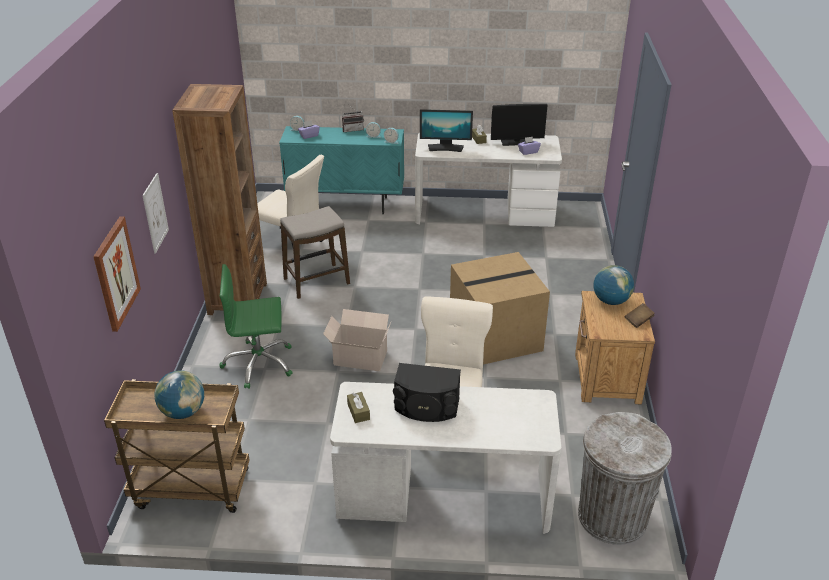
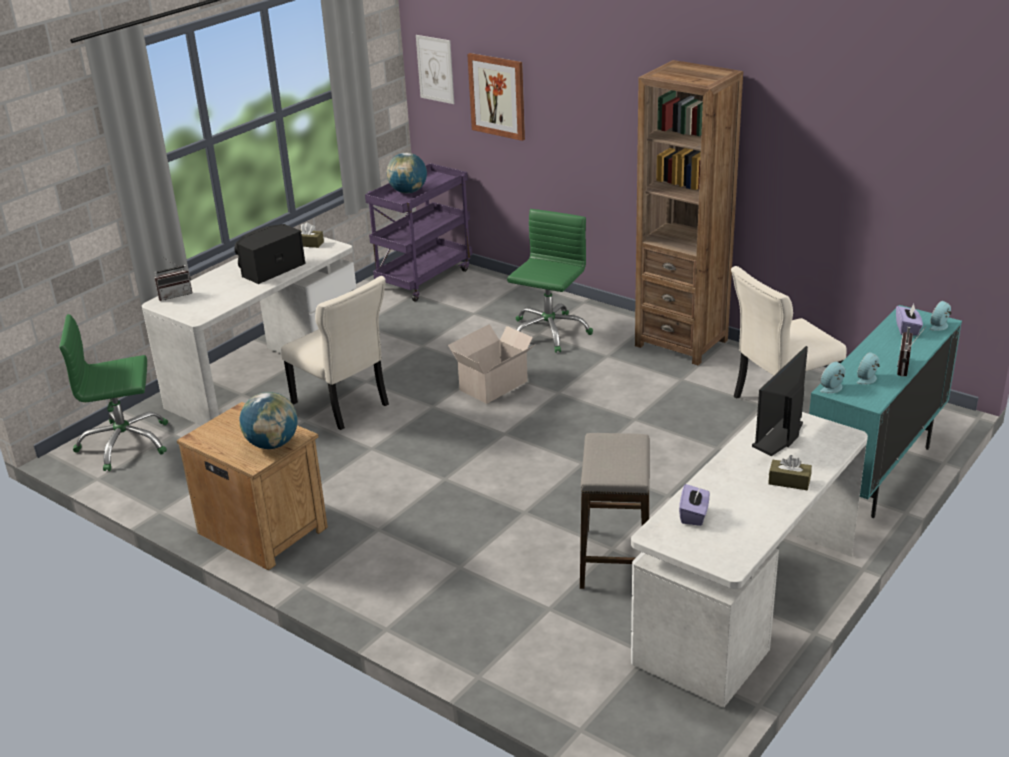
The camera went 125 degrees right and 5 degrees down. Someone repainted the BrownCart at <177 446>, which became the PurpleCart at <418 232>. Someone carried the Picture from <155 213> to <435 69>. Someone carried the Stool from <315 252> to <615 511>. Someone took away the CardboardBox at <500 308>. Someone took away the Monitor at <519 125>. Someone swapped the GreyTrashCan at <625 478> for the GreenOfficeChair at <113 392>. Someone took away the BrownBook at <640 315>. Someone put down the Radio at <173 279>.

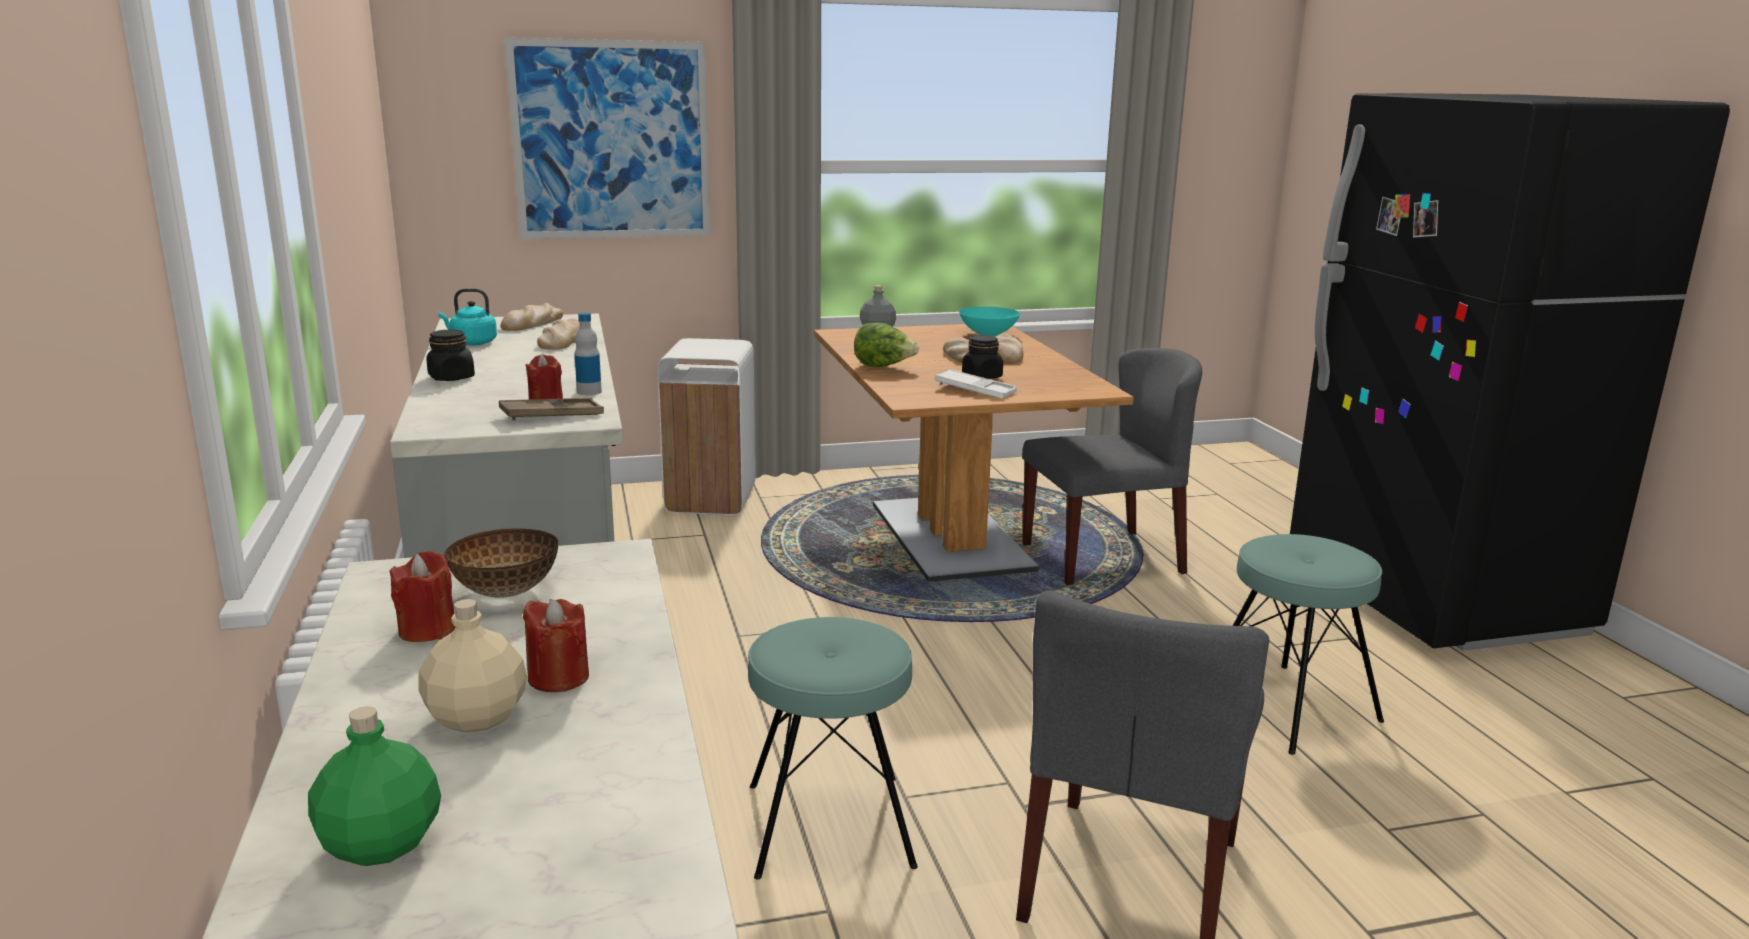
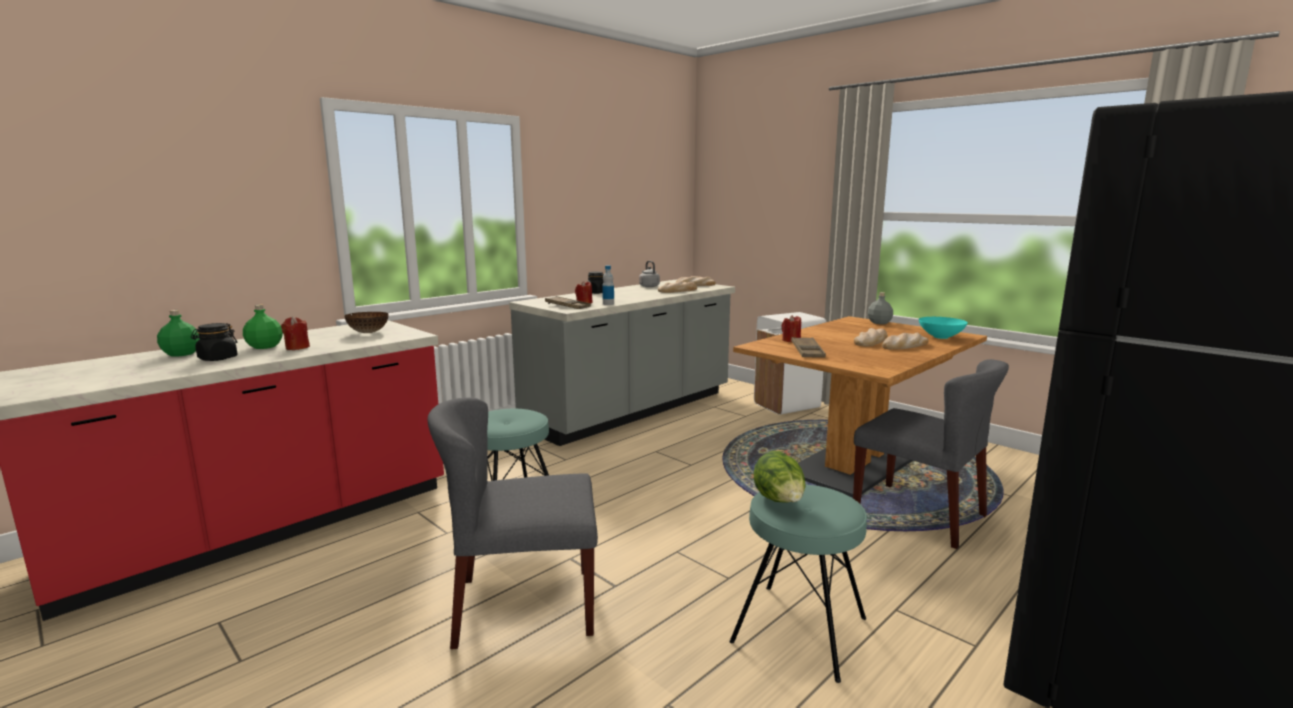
The camera went 60 degrees right and 5 degrees down. Someone carried the RedCandle from <423 596> to <791 328>. Someone repainted the BeigeBottle at <472 666>, which became the GreenBottle at <263 326>. Someone repainted the TurquoiseKettle at <467 316>, which became the GreyKettle at <649 274>. Someone took away the Picture at <607 138>. Someone carried the Lettuce from <886 345> to <779 477>. Someone repainted the WhiteTray at <976 384>, which became the BrownTray at <808 347>. Someone carried the BlackJar from <982 357> to <214 342>.

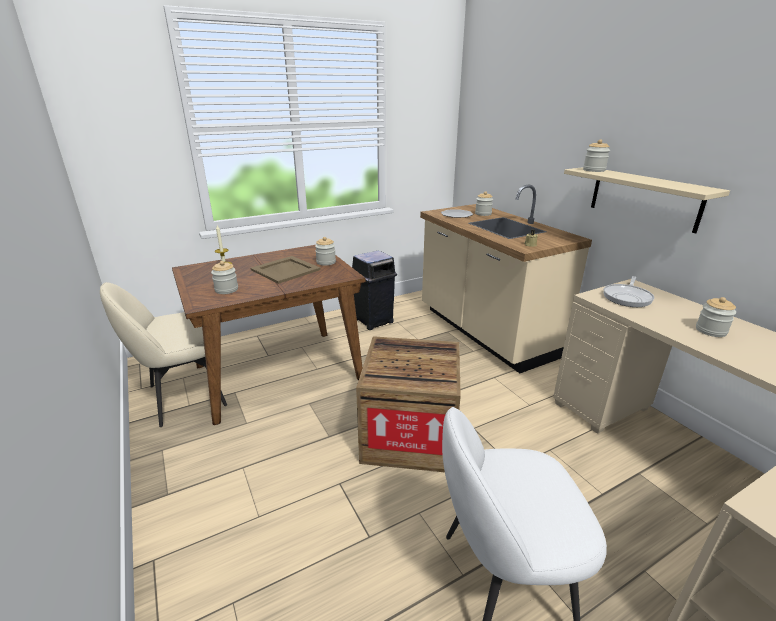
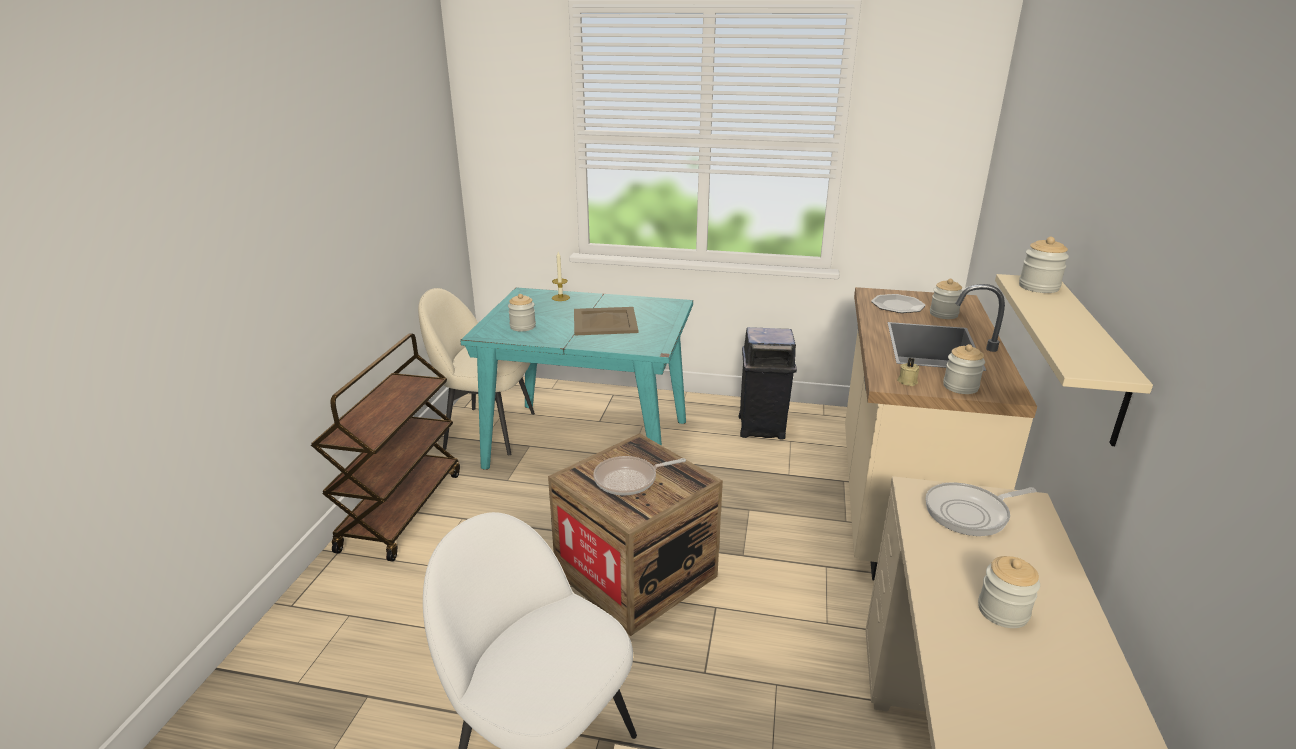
The camera went 40 degrees right and 0 degrees up. Someone repainted the BrownDiningTable at <269 335>, which became the TurquoiseDiningTable at <576 378>. Someone carried the Jar from <325 251> to <964 369>. Someone put down the BrownCart at <385 447>. Someone put down the FryingPan at <640 476>.

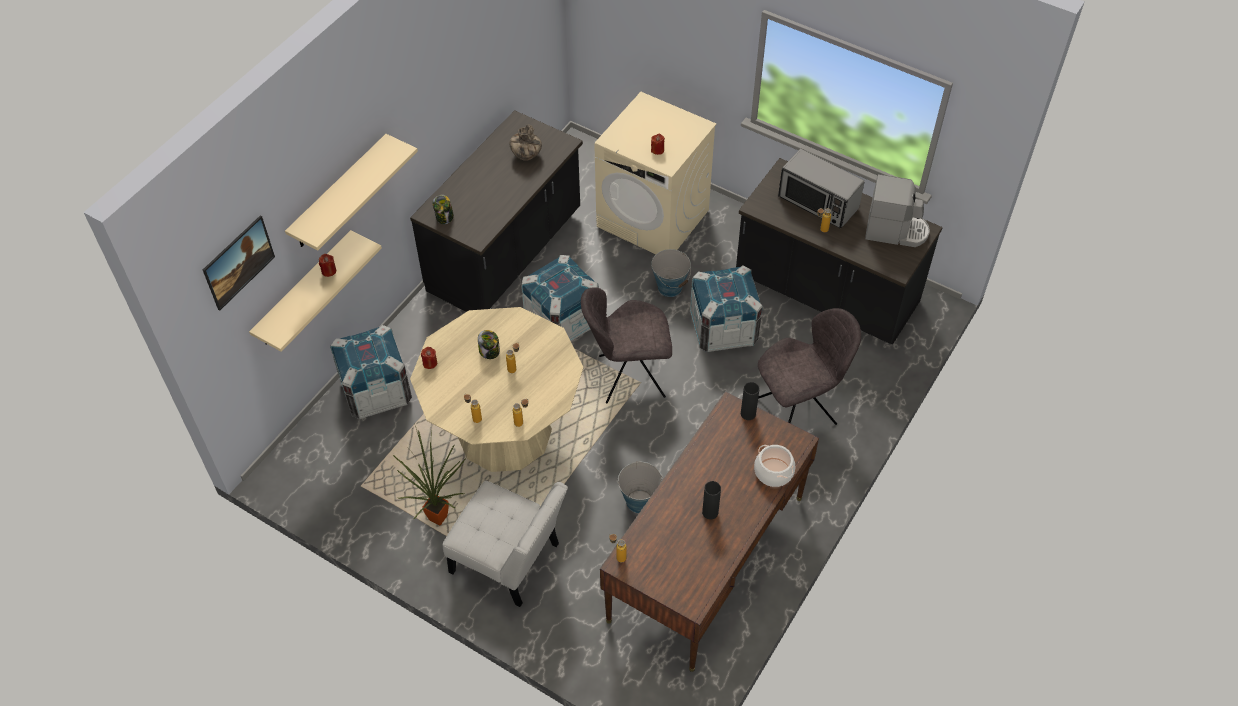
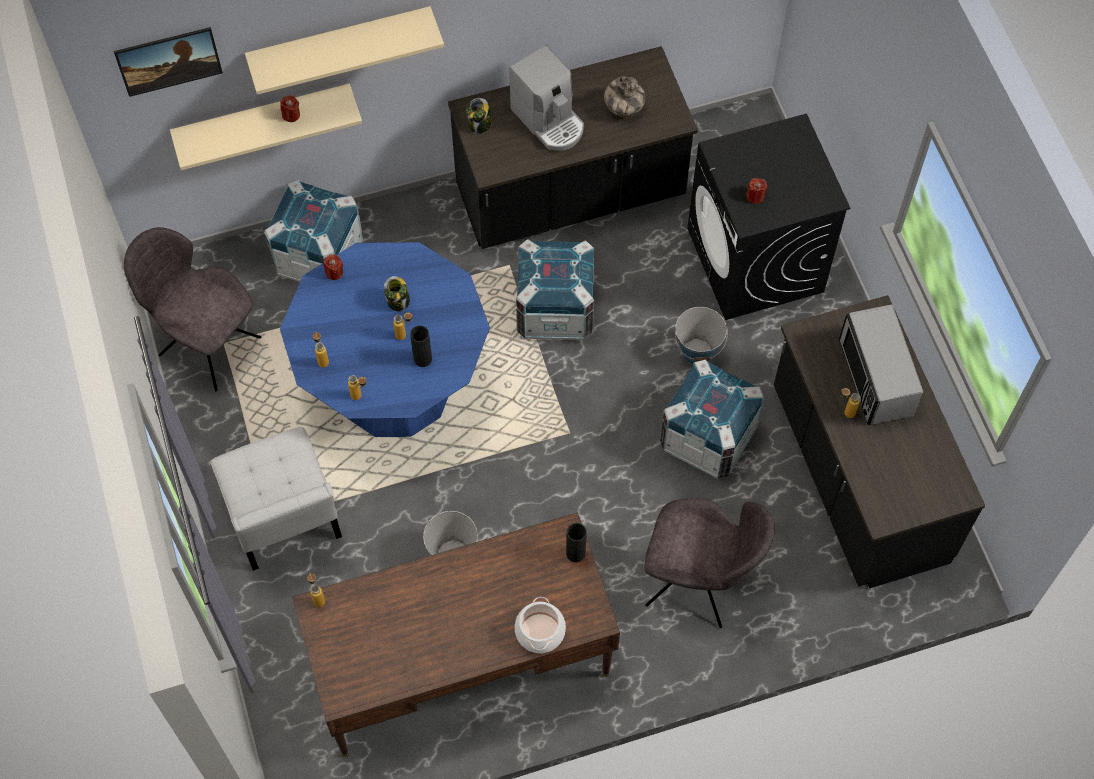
The camera went 40 degrees right and 10 degrees up. Someone took away the PottedPlant at <429 475>. Someone repainted the BeigeDiningTable at <496 389>, which became the BlueDiningTable at <385 339>. Someone carried the GreyChair from <626 345> to <192 309>. Someone repainted the BeigeWashingMachine at <655 173>, which became the BlackWashingMachine at <768 216>. Someone carried the BlackVase from <711 500> to <421 346>. Someone carried the CoffeeMachine from <897 210> to <546 98>.

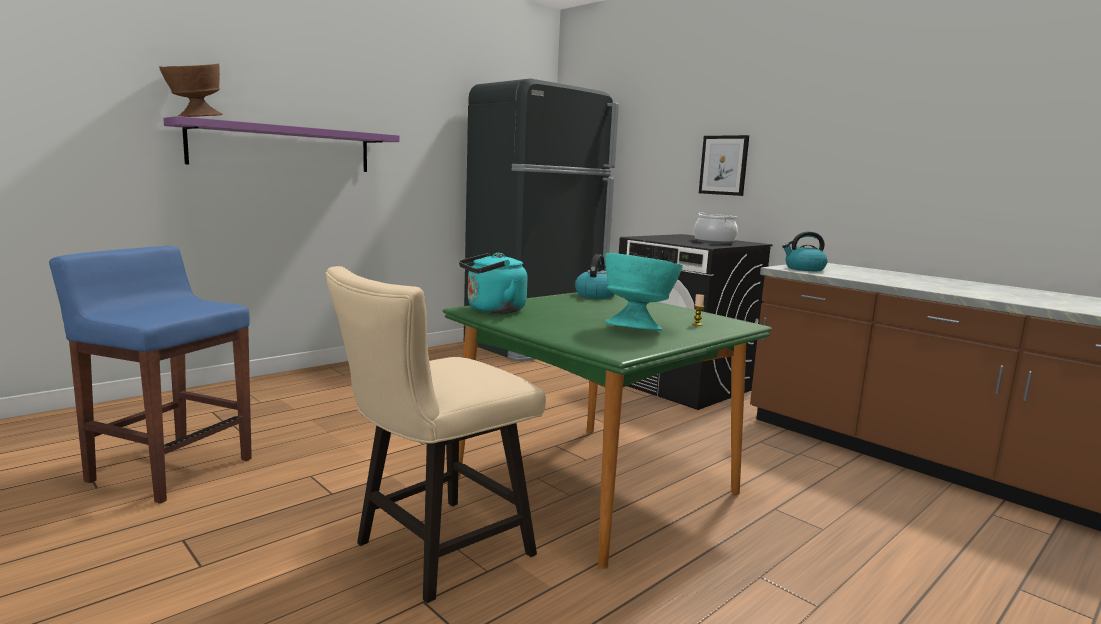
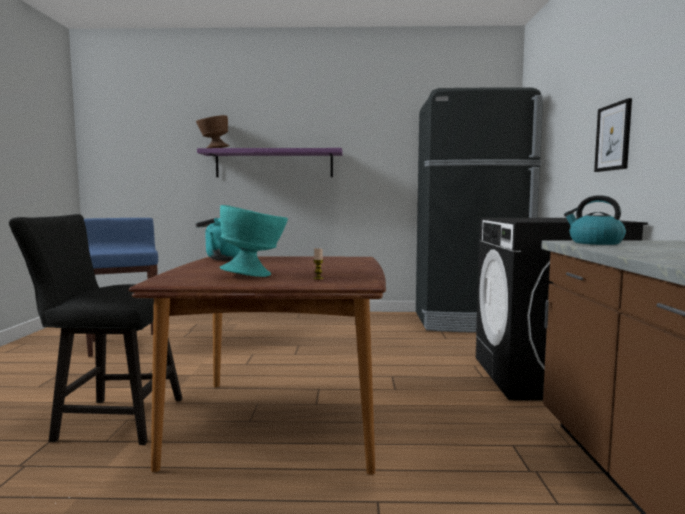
The camera went 45 degrees right and 5 degrees down. Someone repainted the BeigeChair at <435 434>, which became the BlackChair at <95 329>. Someone repainted the GreenDiningTable at <607 430>, which became the BrownDiningTable at <257 365>. Someone took away the Kettle at <595 276>. Someone took away the CookingPot at <716 228>.

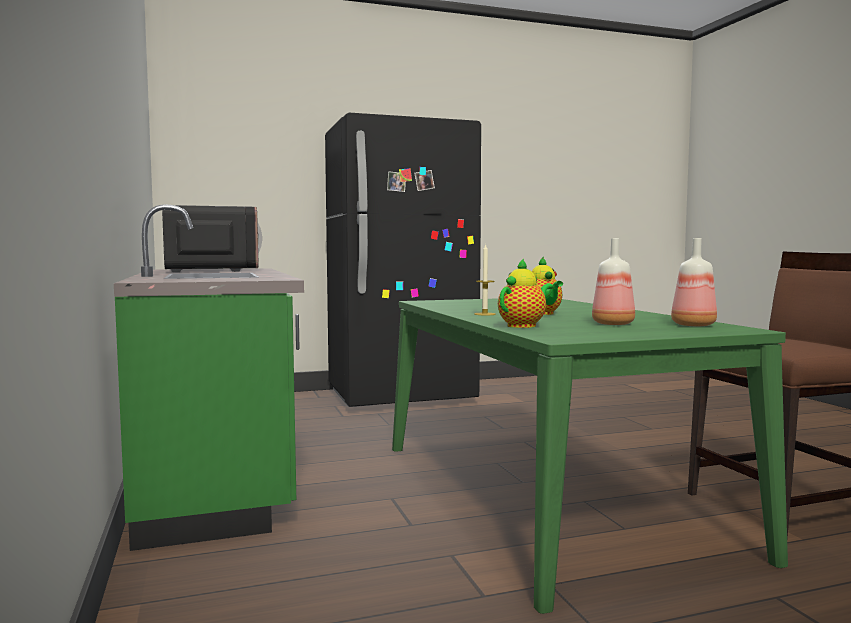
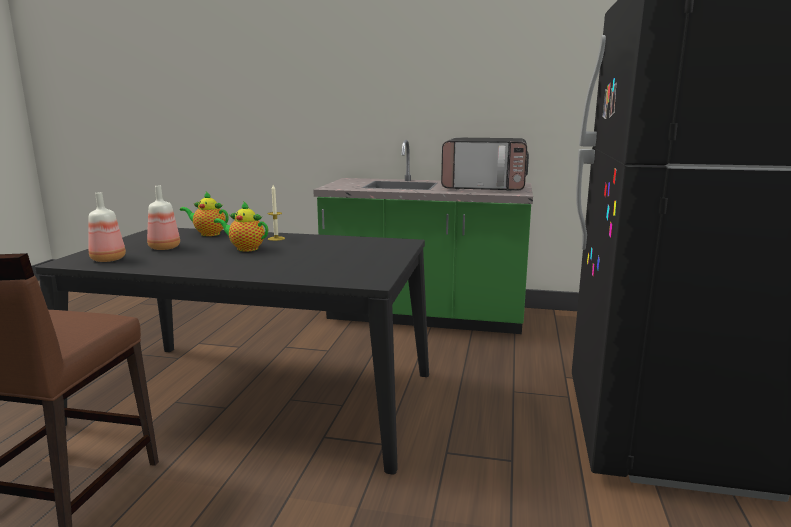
The camera went 120 degrees right and 10 degrees up. Someone repainted the GreenDiningTable at <590 456>, which became the BlackDiningTable at <232 351>. Someone rotated the Teapot at <525 293> by 120 degrees clockwise.

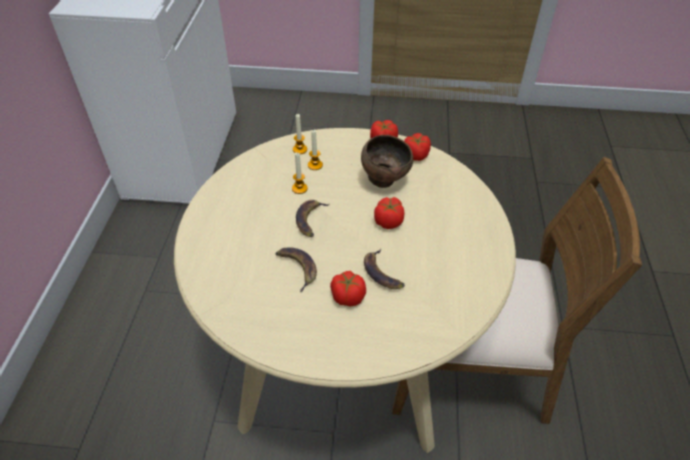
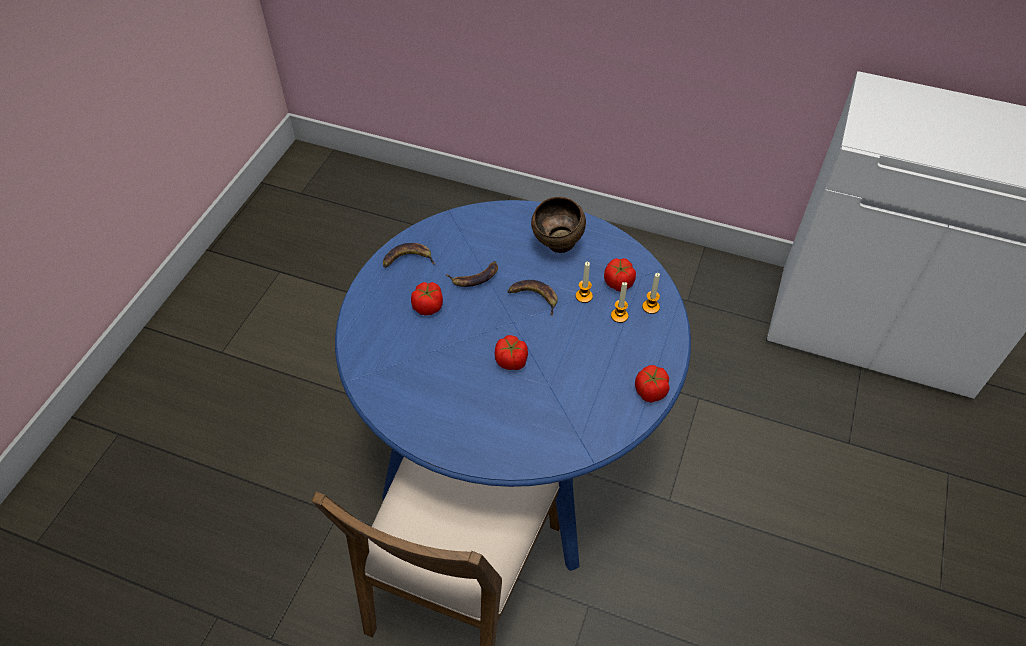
The camera went 105 degrees right and 5 degrees up. Someone repainted the BeigeDiningTable at <345 290>, which became the BlueDiningTable at <513 385>. Someone carried the BrownBowl from <387 161> to <558 225>. Someone carried the Banana from <384 269> to <409 255>. Someone carried the Tomato from <417 147> to <620 275>.

